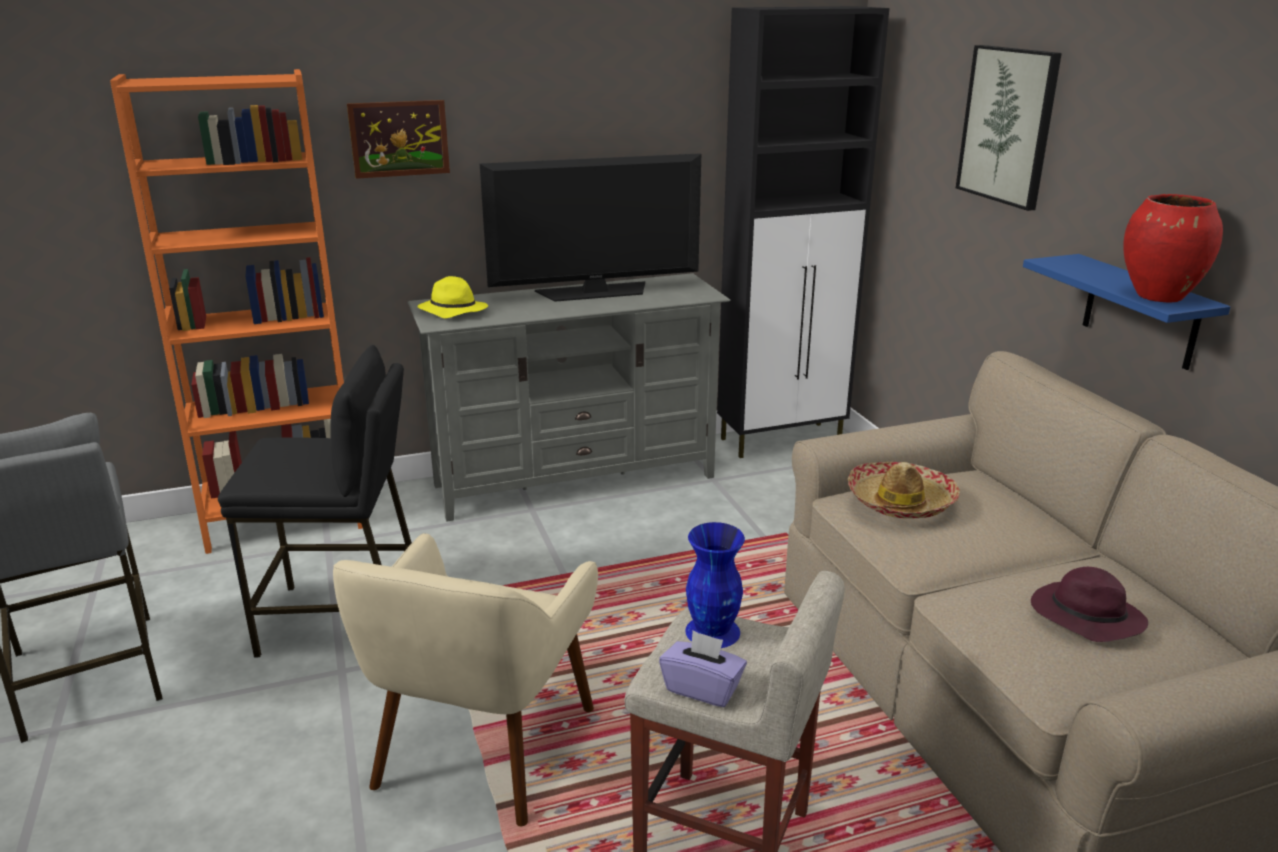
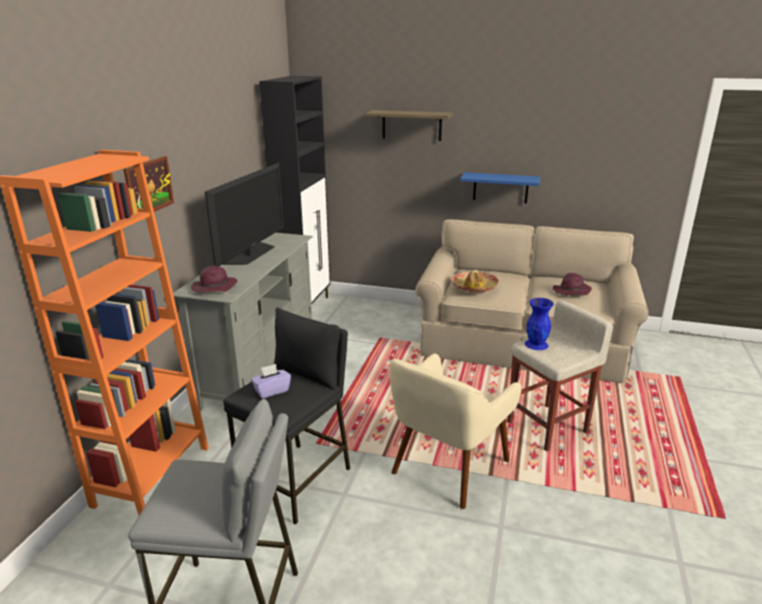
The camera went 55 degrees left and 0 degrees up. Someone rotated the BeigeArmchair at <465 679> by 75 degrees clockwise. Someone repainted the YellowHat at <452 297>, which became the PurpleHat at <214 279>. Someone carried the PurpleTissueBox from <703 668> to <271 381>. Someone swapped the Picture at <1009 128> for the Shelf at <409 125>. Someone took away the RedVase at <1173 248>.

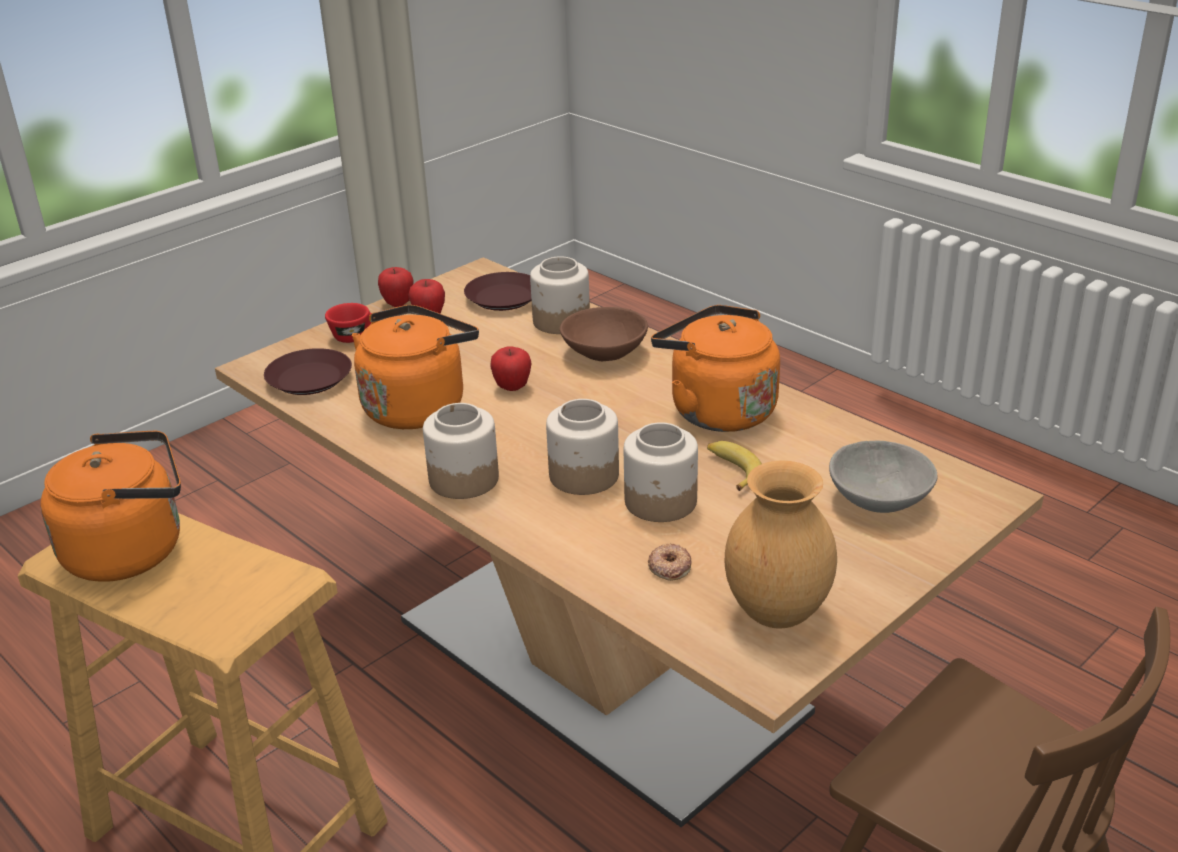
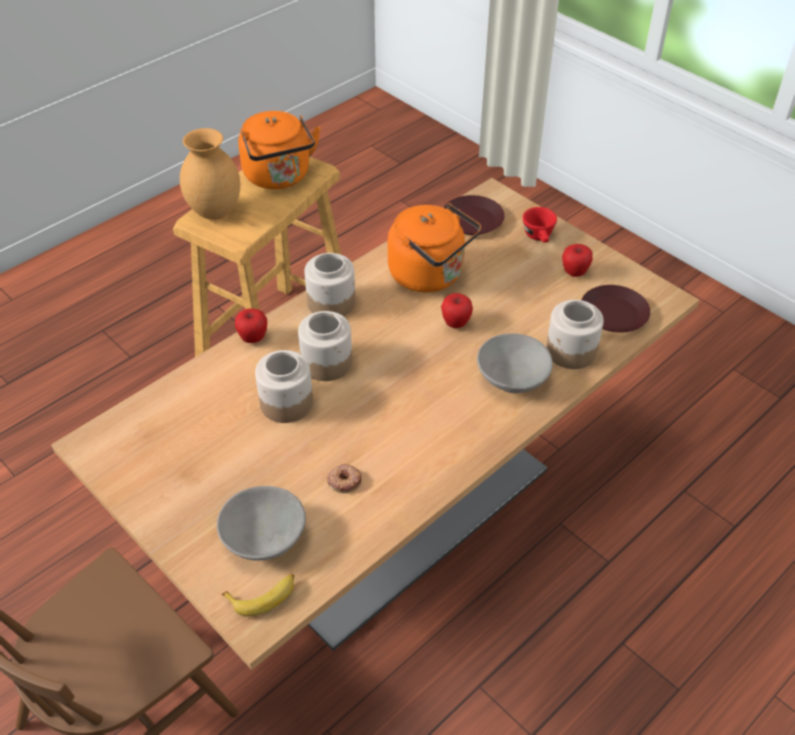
The camera went 90 degrees right and 15 degrees up. Someone carried the Apple from <396 287> to <251 325>. Someone repainted the BrownBowl at <604 334>, which became the GreyBowl at <515 363>. Someone carried the Donut from <670 562> to <344 478>. Someone took away the OrangeKettle at <715 368>. Someone carried the Banana from <734 466> to <258 595>. Someone carried the BrownVase from <781 545> to <210 174>.

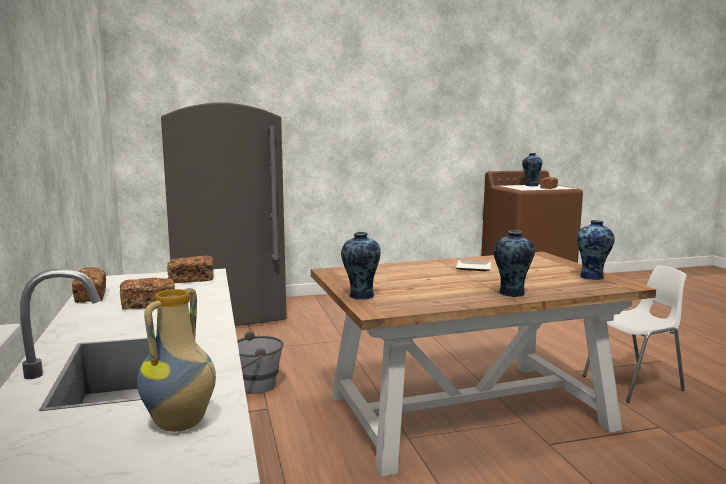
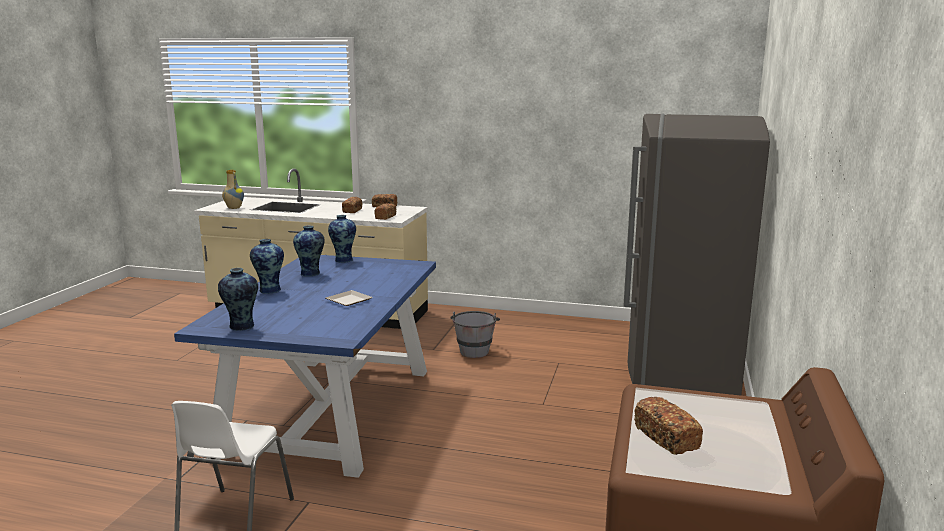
The camera went 120 degrees right and 5 degrees up. Someone repainted the BrownDiningTable at <483 364>, which became the BlueDiningTable at <305 366>. Someone carried the Vase from <532 169> to <309 251>.

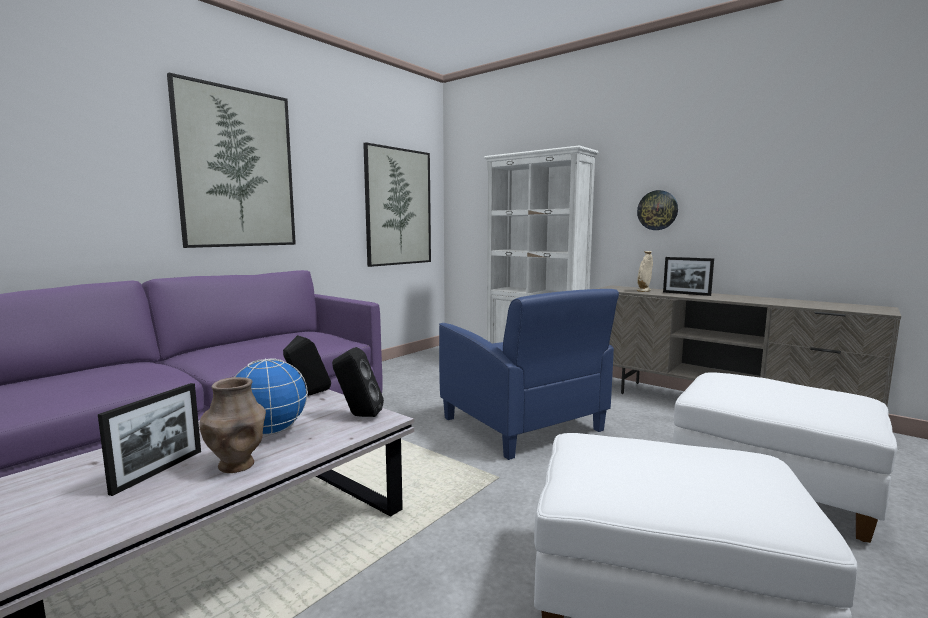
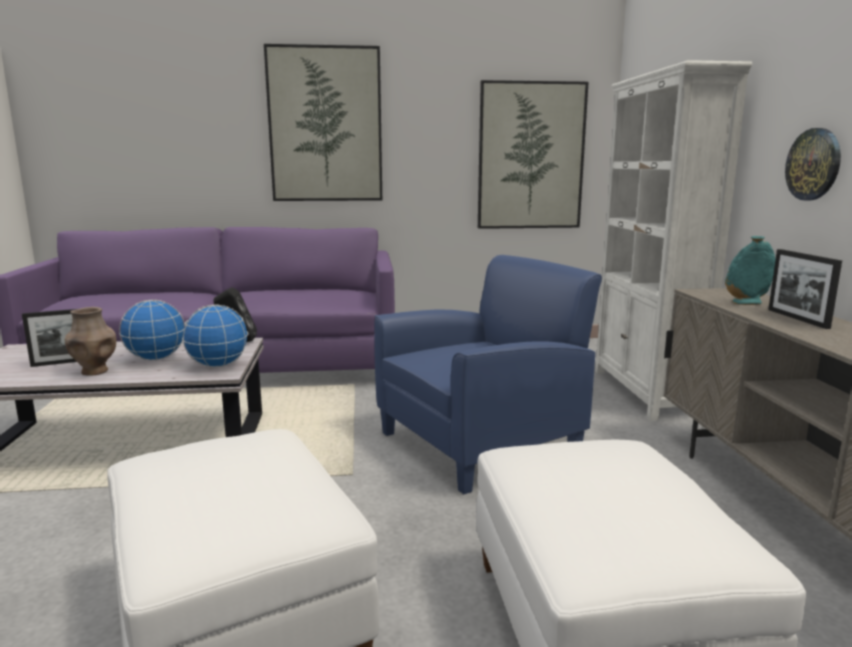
The camera went 45 degrees right and 5 degrees up. Someone swapped the BlackSpeaker at <358 382> for the Globe at <215 335>. Someone rotated the BlueArmchair at <529 374> by 135 degrees counterclockwise. Someone repainted the BeigeVase at <645 271>, which became the TurquoiseVase at <750 270>.

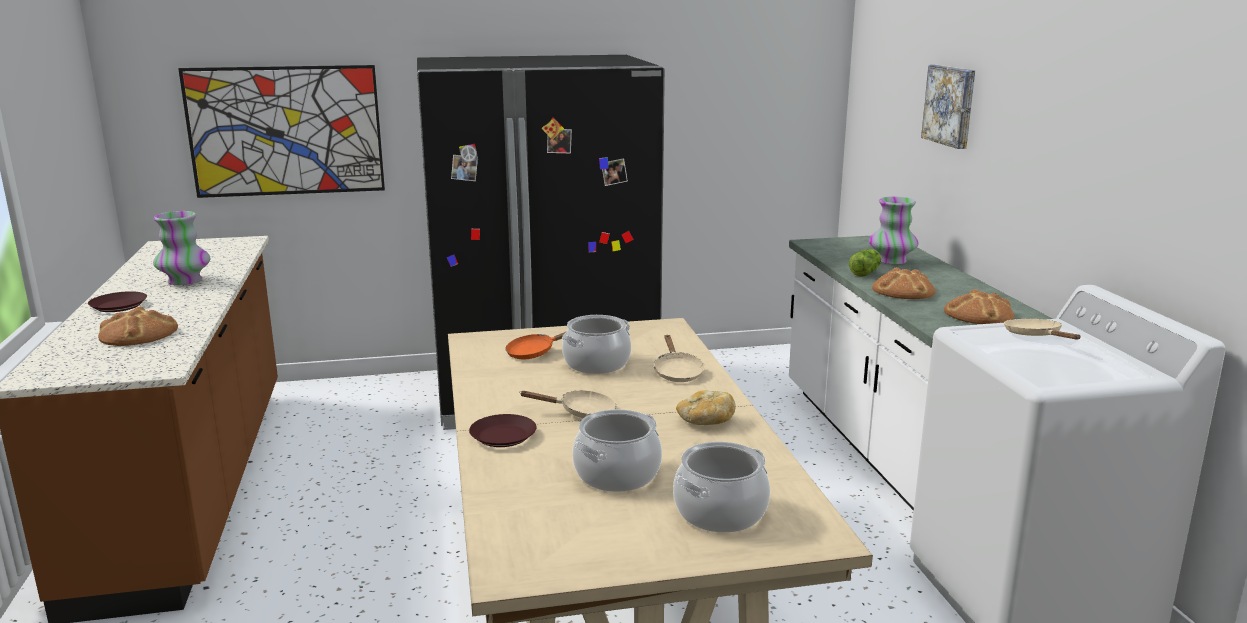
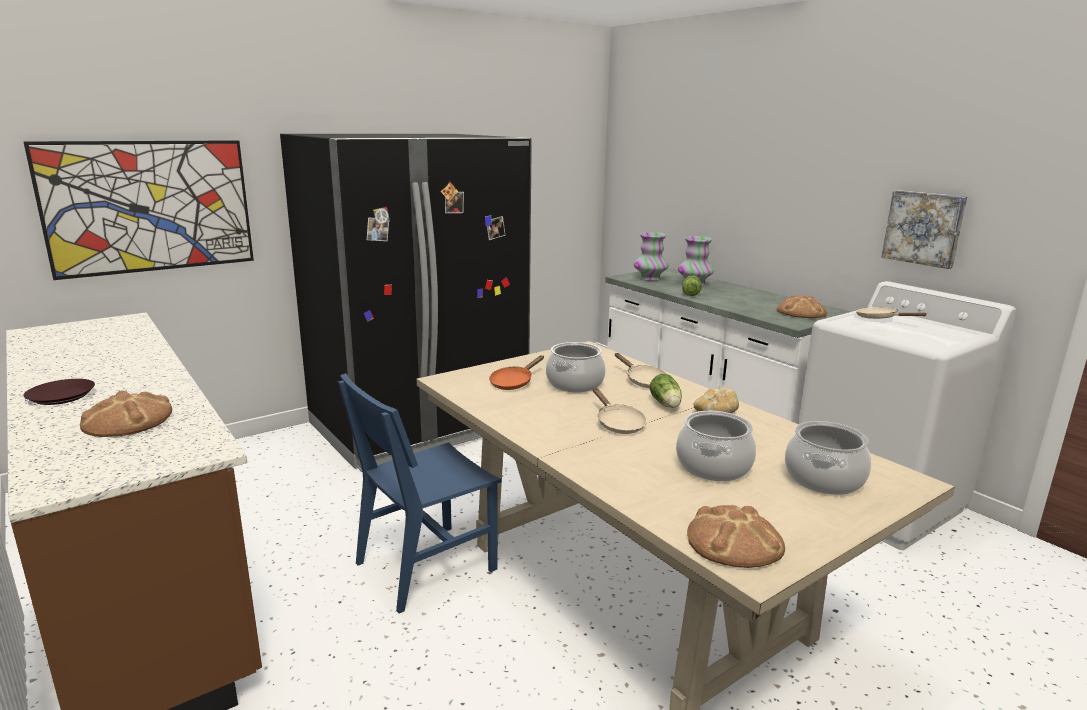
The camera went 25 degrees left and 0 degrees up. Someone carried the Vase from <181 248> to <651 256>. Someone took away the BrownPlate at <503 430>. Someone rotated the BeigeFryingPan at <567 404> by 90 degrees clockwise. Someone carried the Bread from <904 283> to <736 536>. Someone carried the Picture from <948 106> to <924 229>. Someone put down the BlueChair at <420 493>. Someone put down the Lettuce at <666 391>.

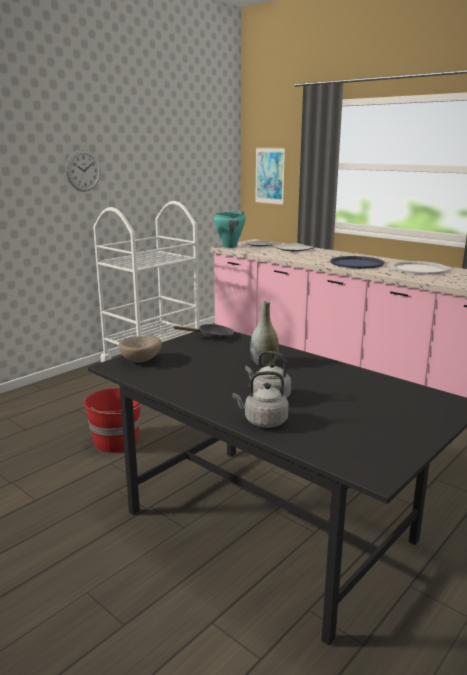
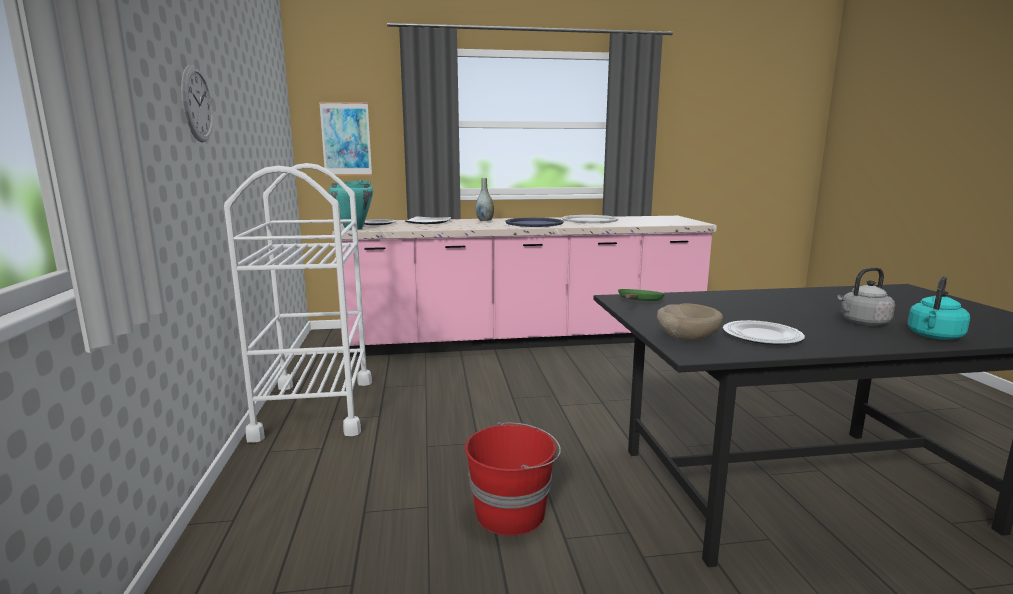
The camera went 50 degrees left and 5 degrees down. Someone repainted the BlackFryingPan at <203 331>, which became the GreenFryingPan at <642 295>. Someone repainted the GreyKettle at <261 399>, which became the TurquoiseKettle at <939 308>. Someone carried the GreyVase from <264 333> to <485 199>. Someone put down the Plate at <764 332>.

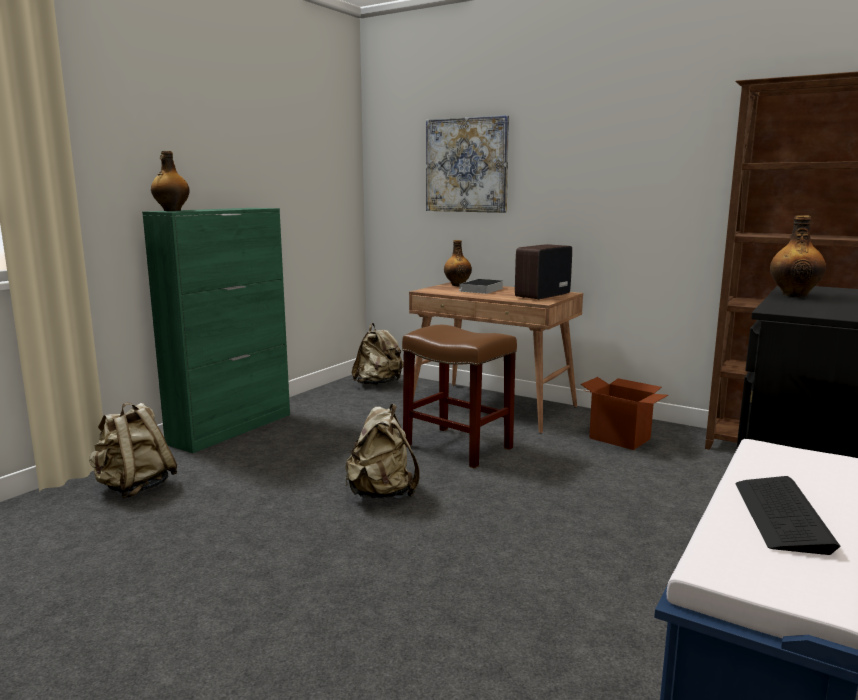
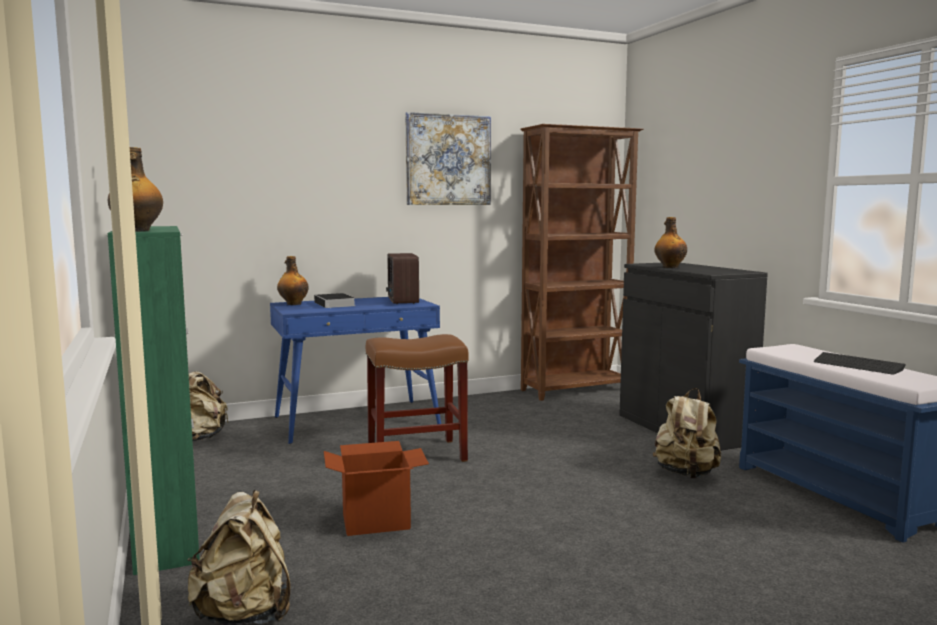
The camera went 55 degrees left and 5 degrees down. Someone carried the BeigeBackpack from <382 451> to <687 433>. Someone repainted the BrownDesk at <496 358>, which became the BlueDesk at <355 370>. Someone carried the Picture from <467 164> to <448 158>. Someone carried the CardboardBox from <624 413> to <376 488>.

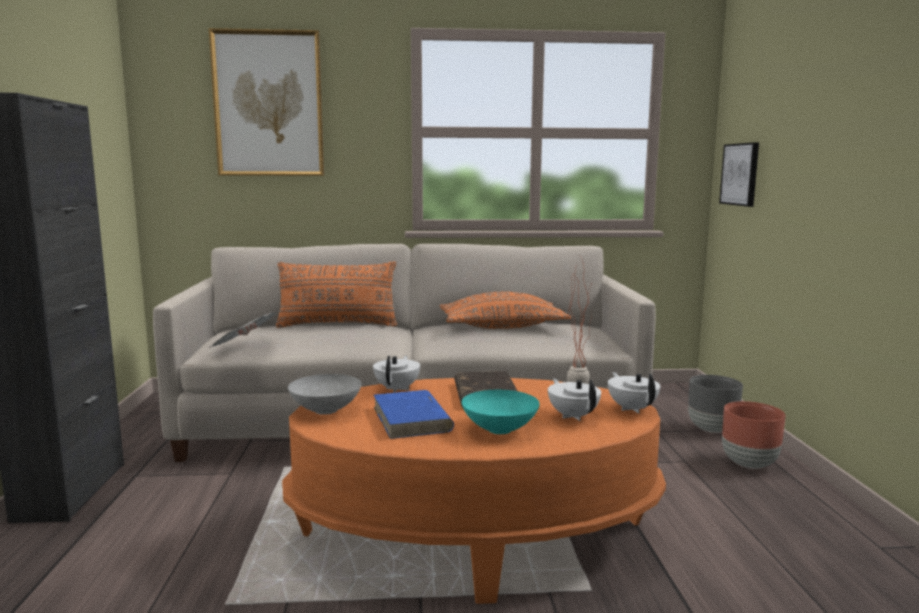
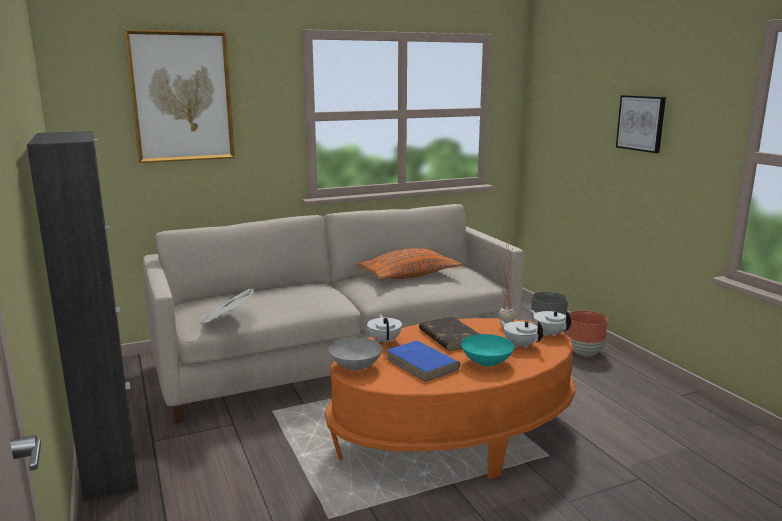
The camera went 20 degrees left and 5 degrees up. Someone took away the OrangePillow at <336 294>. Someone carried the Picture from <739 174> to <641 124>.

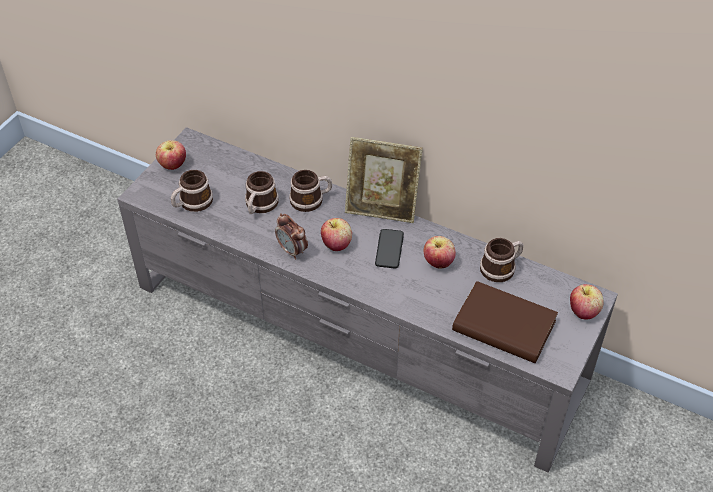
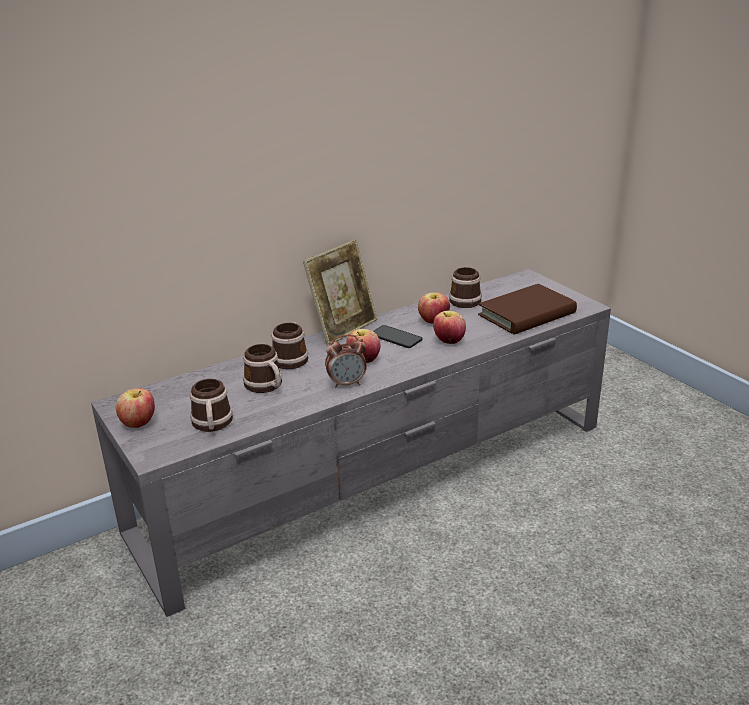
The camera went 60 degrees left and 20 degrees down. Someone carried the Apple from <587 302> to <449 327>.

